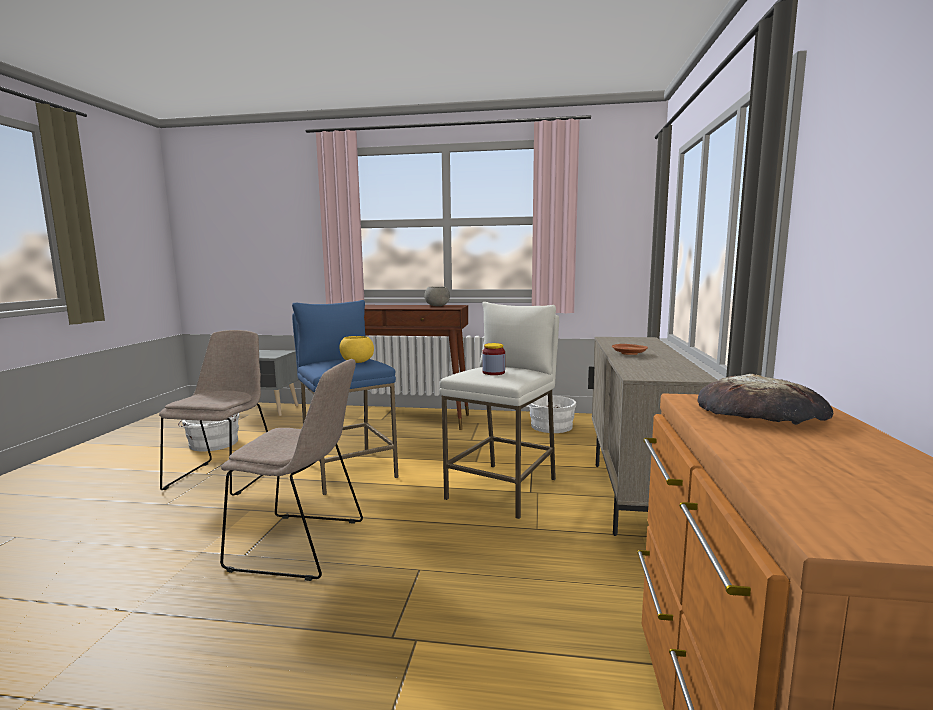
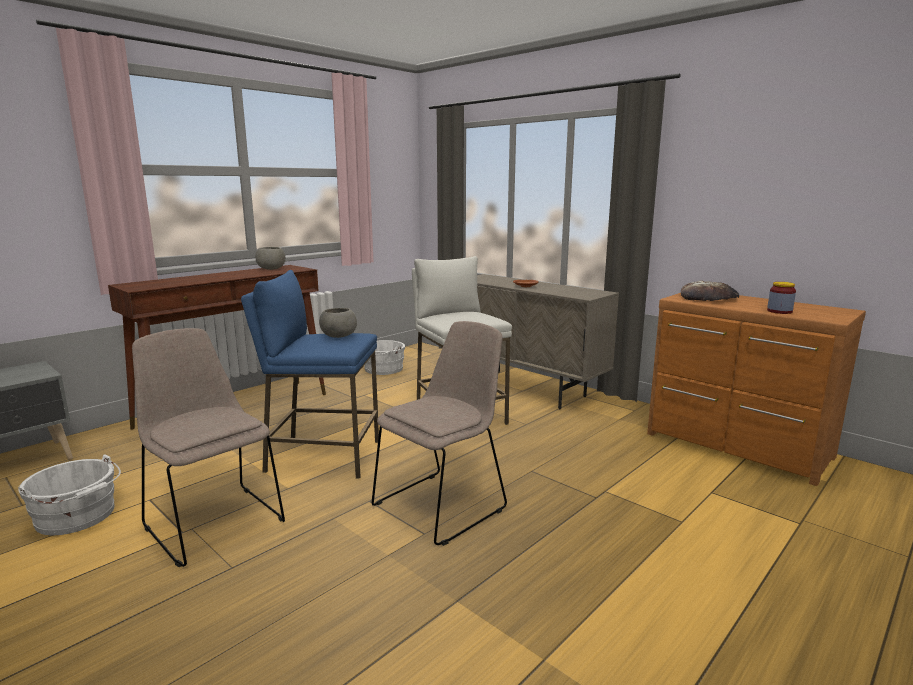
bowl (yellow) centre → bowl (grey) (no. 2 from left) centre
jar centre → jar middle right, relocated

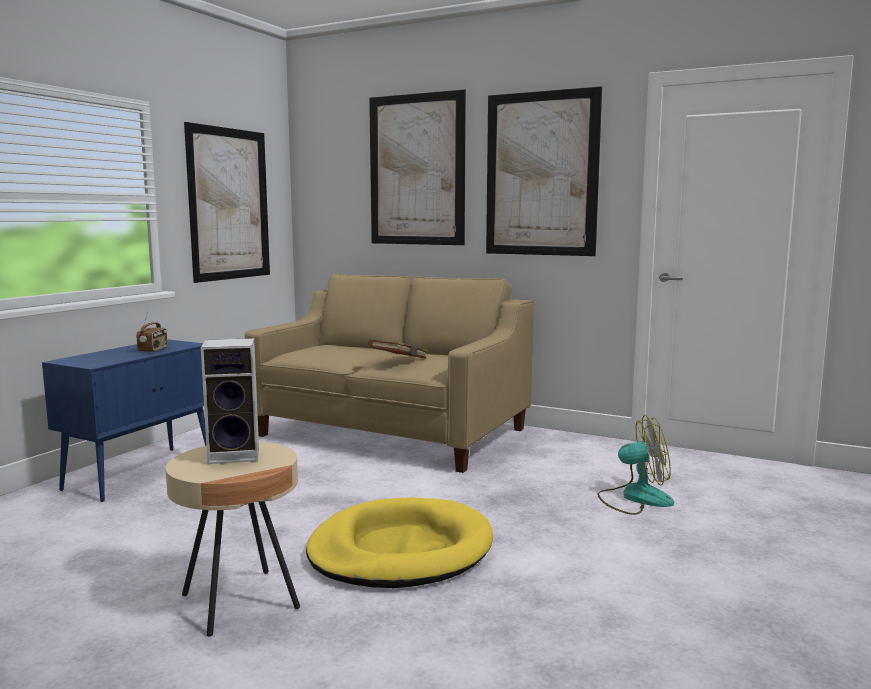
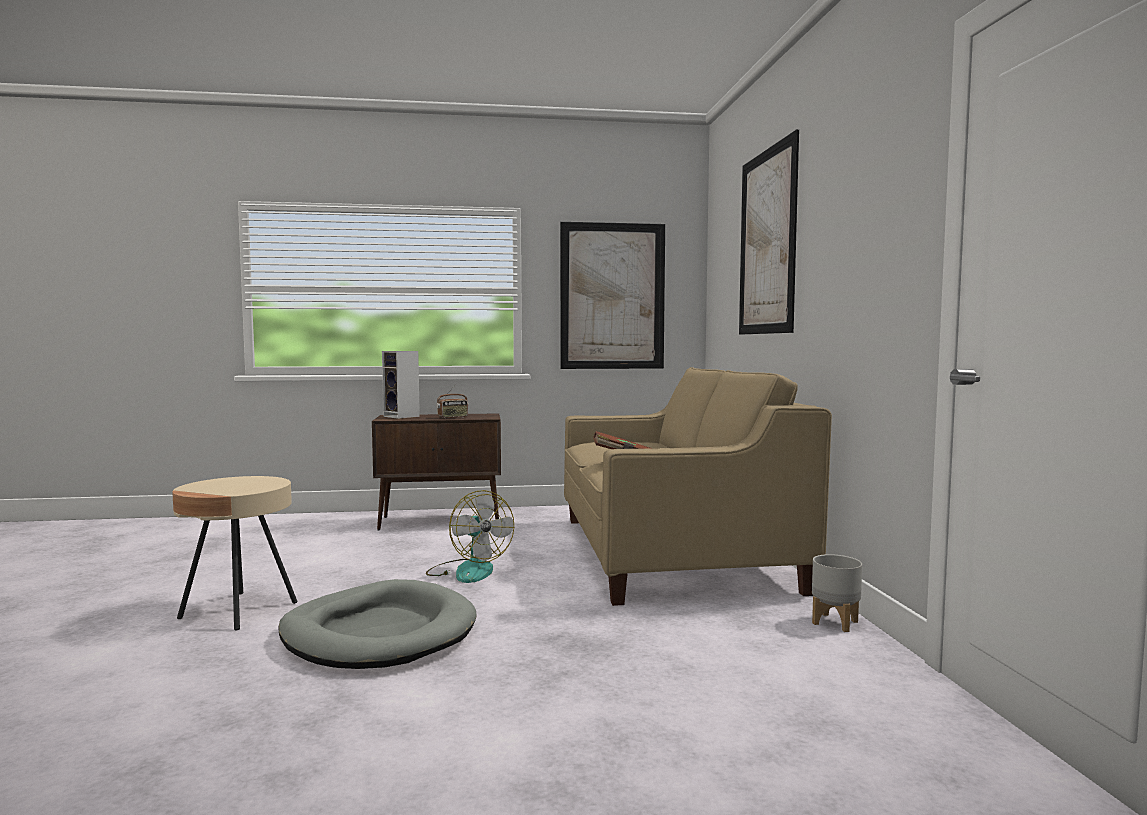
dog bed (yellow) bottom centre → dog bed (grey) bottom left
cabinet (blue) middle left → cabinet (brown) centre
speaker middle left → speaker centre, relocated
fan bottom right → fan centre, relocated
- → planter (grey) bottom right
picture (no. 3 from left) top centre → -

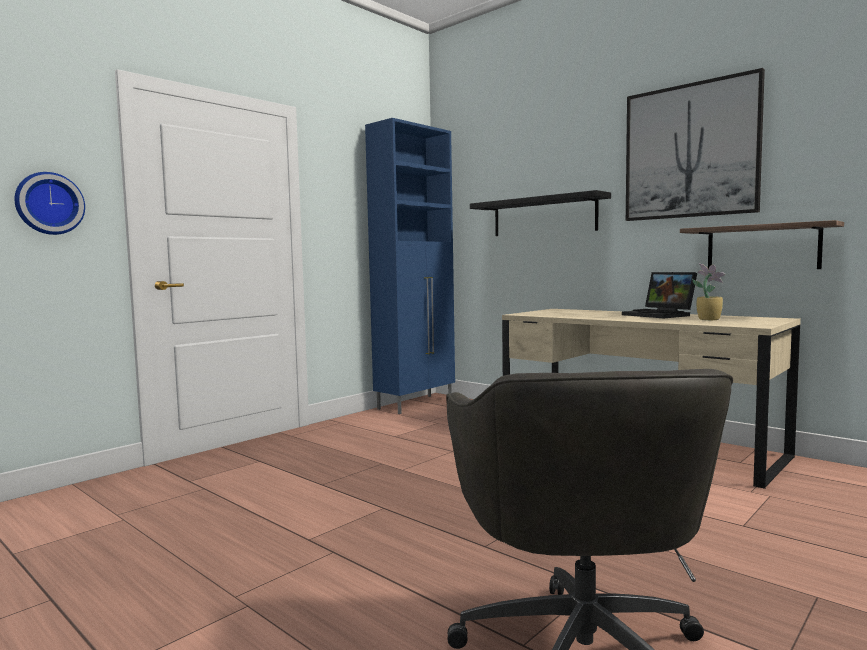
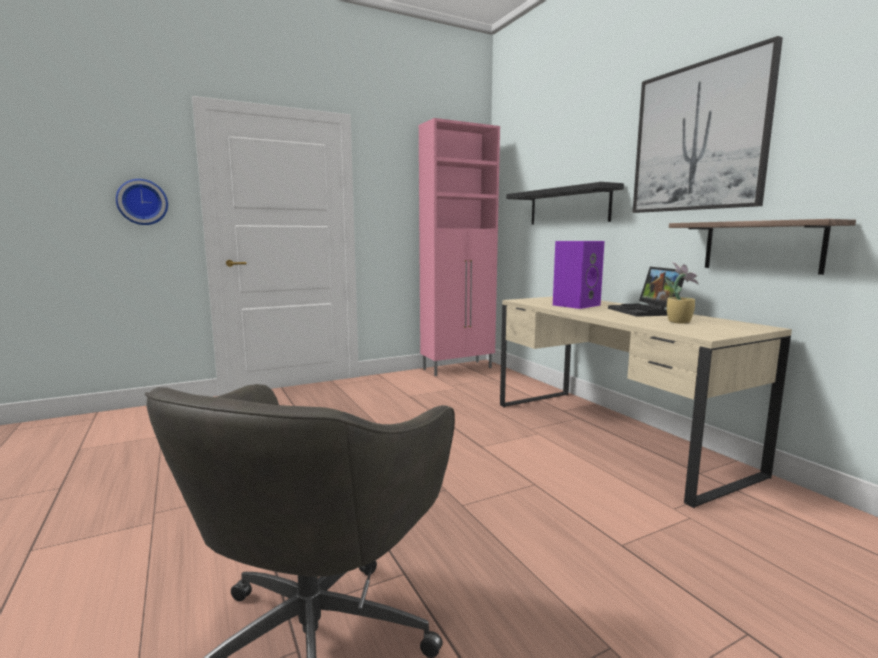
cabinet (blue) centre → cabinet (pink) centre
- → speaker (purple) centre

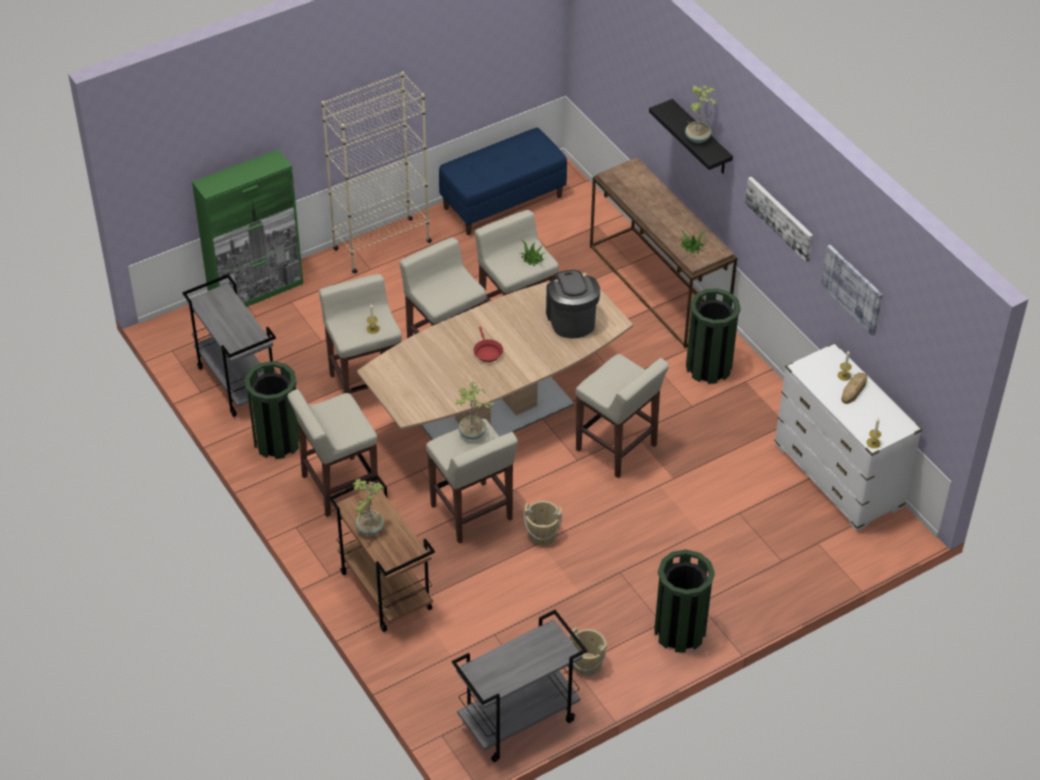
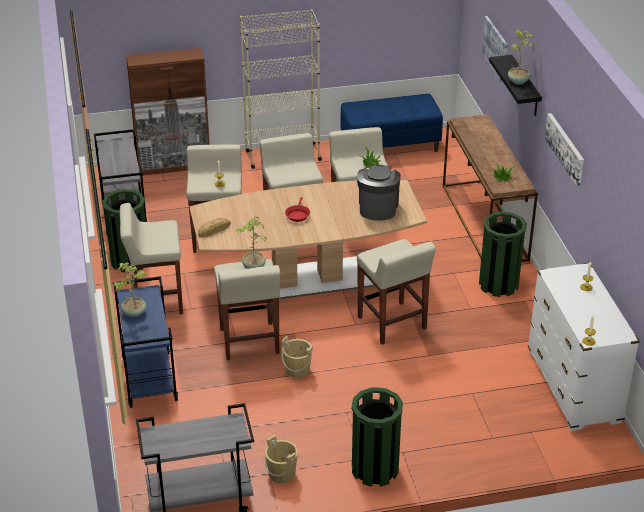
cart (brown) bottom centre → cart (blue) bottom left
cabinet (green) top left → cabinet (brown) top left
bread middle right → bread middle left, relocated
picture (no. 2 from left in the first image) middle right → picture (no. 1 from left) top right, relocated

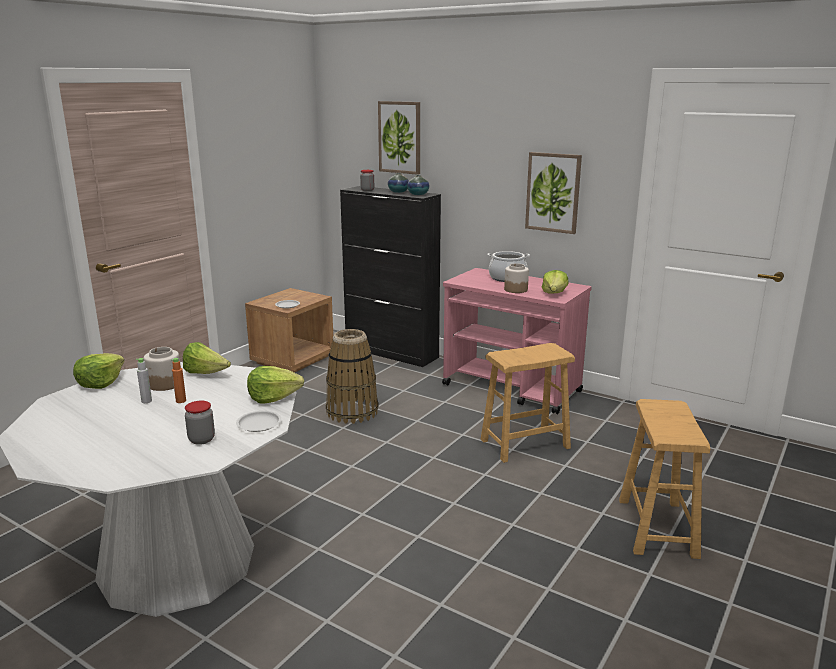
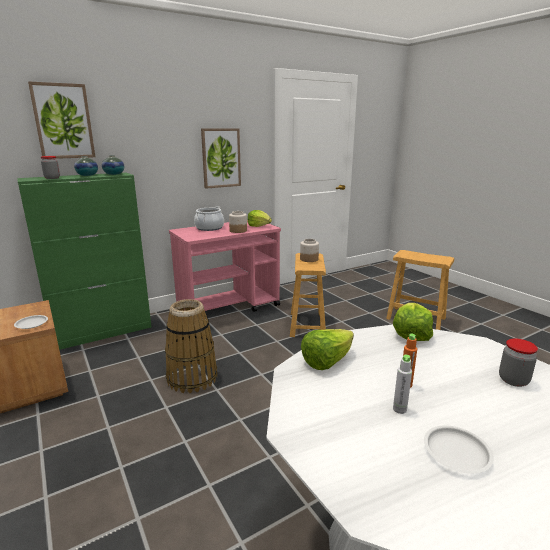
cabinet (black) centre → cabinet (green) middle left
jar (no. 1 from left in the first image) middle left → jar (no. 3 from left) centre, relocated
plate (white) (no. 1 from left in the first image) middle left → plate (white) (no. 2 from left) bottom right, relocated
lettuce (no. 1 from left) middle left → -

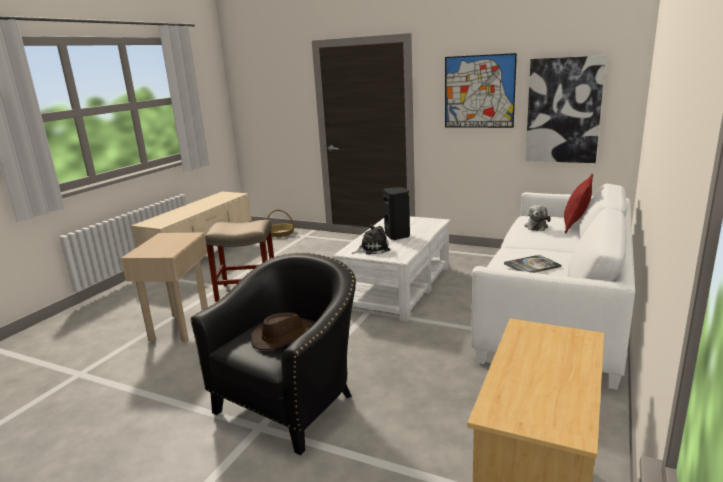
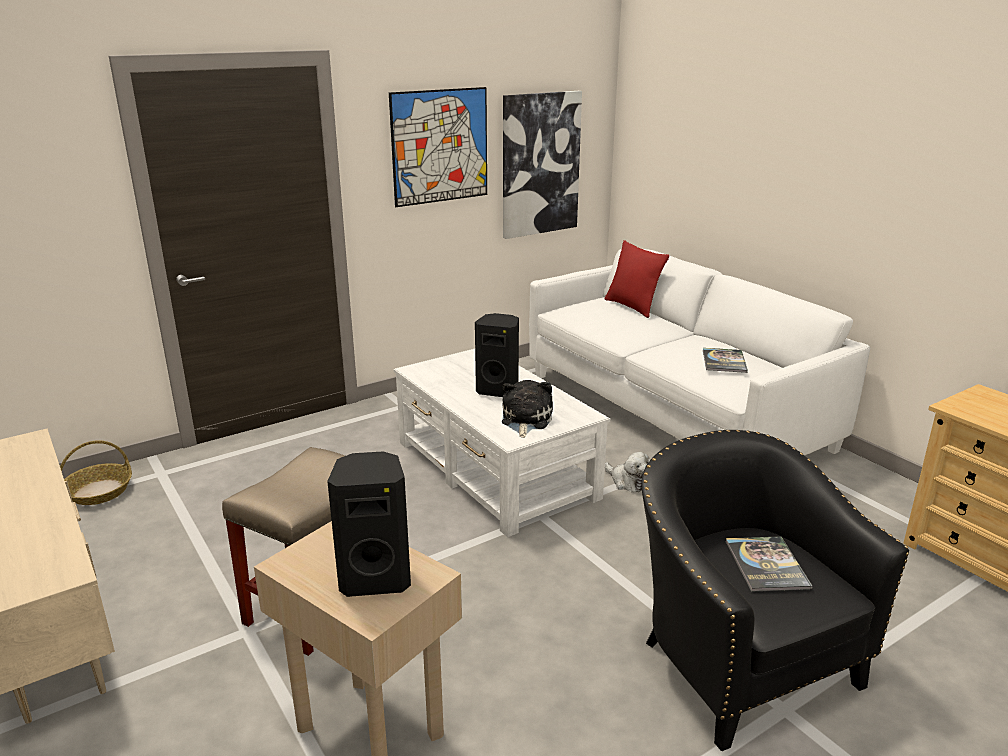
- → speaker (black) (no. 1 from left) bottom centre
plush toy (no. 2 from left) middle right → plush toy (no. 2 from left) centre, relocated
hat (brown) bottom centre → book (no. 2 from left) bottom right

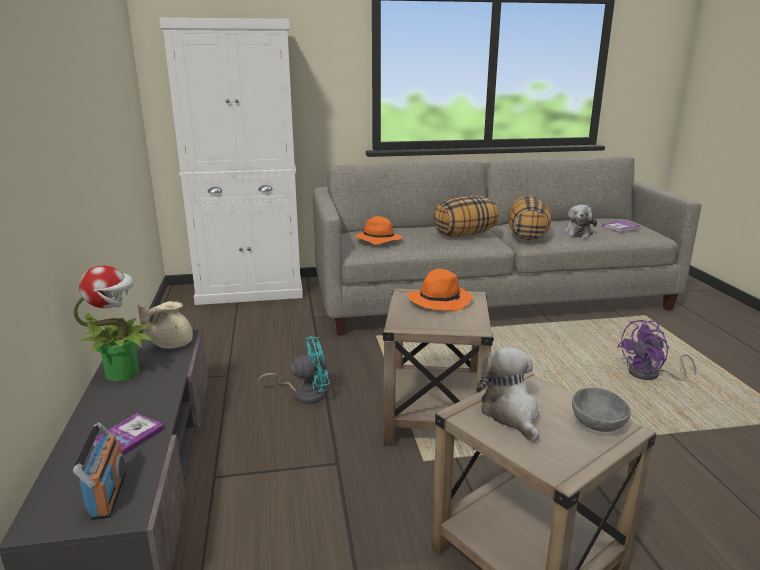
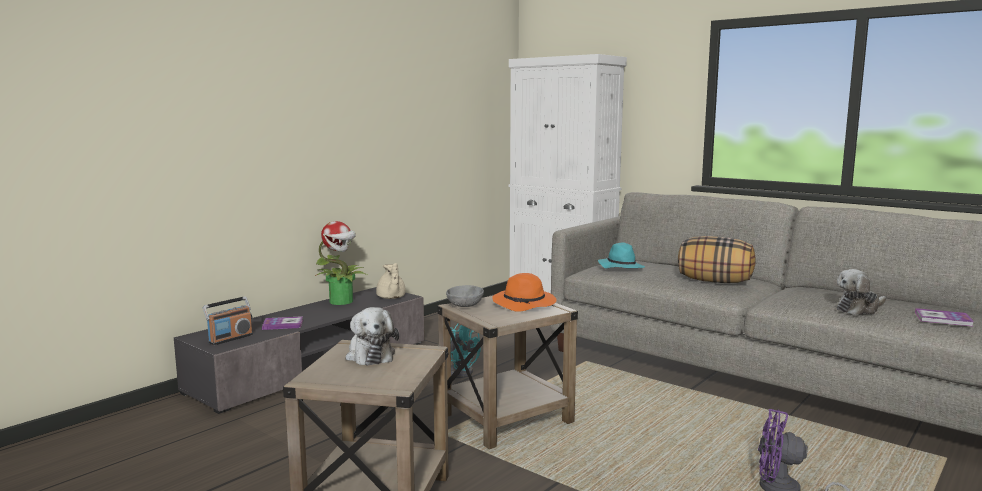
plush toy (no. 1 from left) bottom right → plush toy (no. 1 from left) bottom centre, 120 degrees clockwise
teapot (beige) middle left → teapot (beige) centre, 120 degrees counterclockwise
bowl (grey) bottom right → bowl (grey) centre, relocated
hat (orange) (no. 1 from left) centre → hat (turquoise) centre
pillow (no. 2 from left) middle right → -

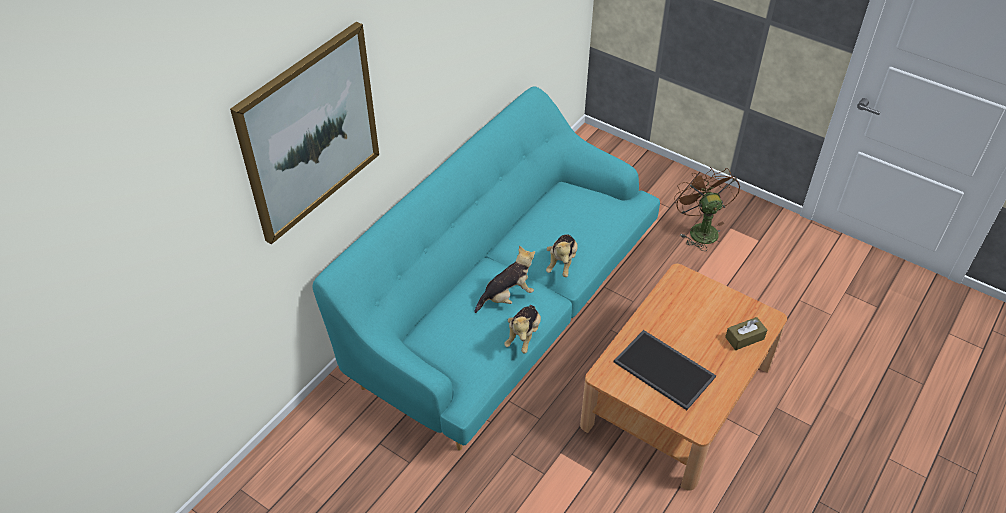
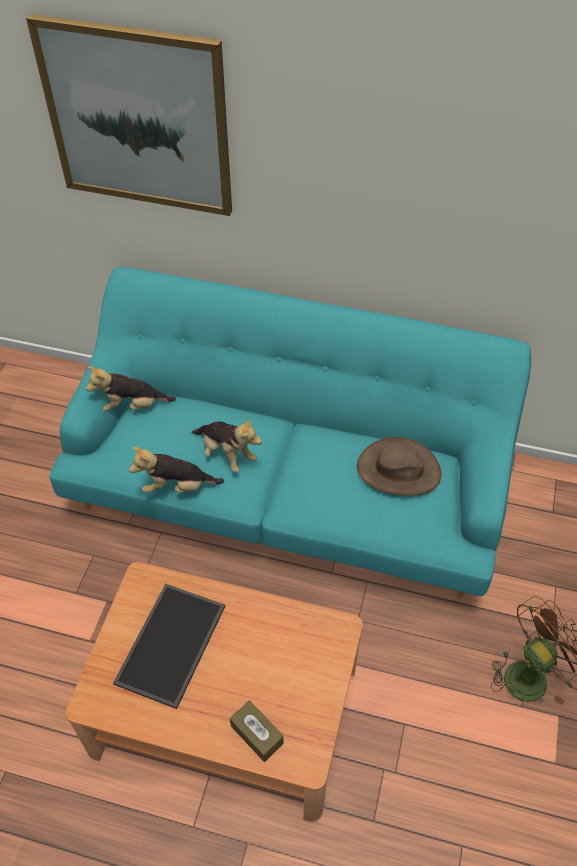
plush toy (no. 3 from left in the first image) centre → plush toy (no. 1 from left) middle left, relocated
- → hat (brown) middle right

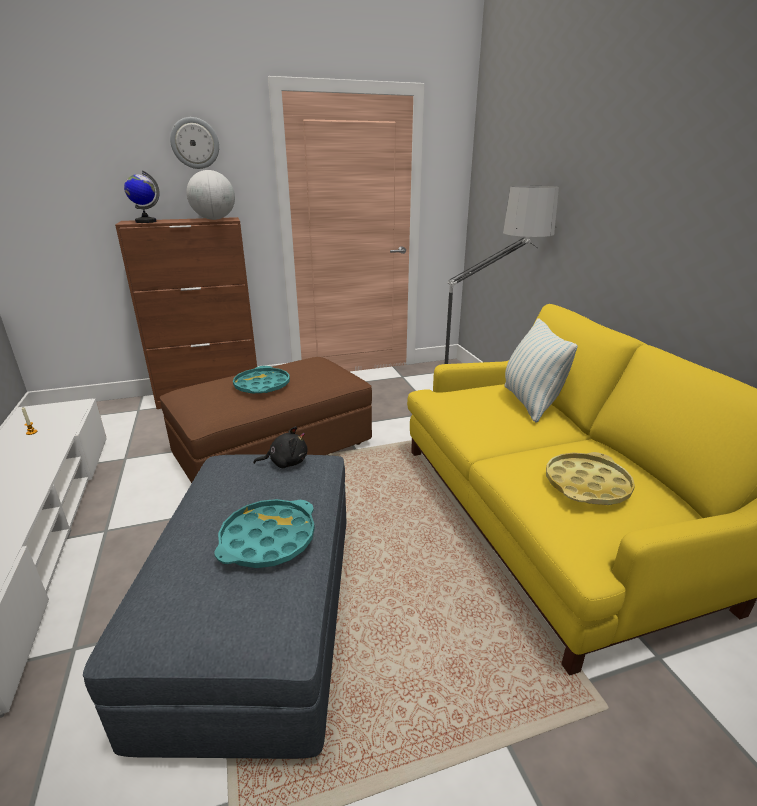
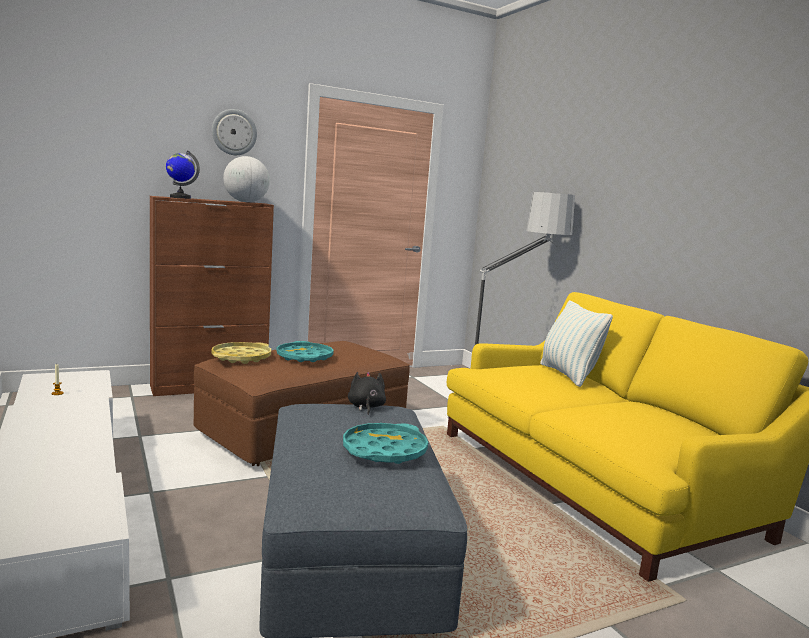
tray (yellow) middle right → tray (yellow) middle left, relocated
plush toy (black) centre, 75 degrees counterclockwise

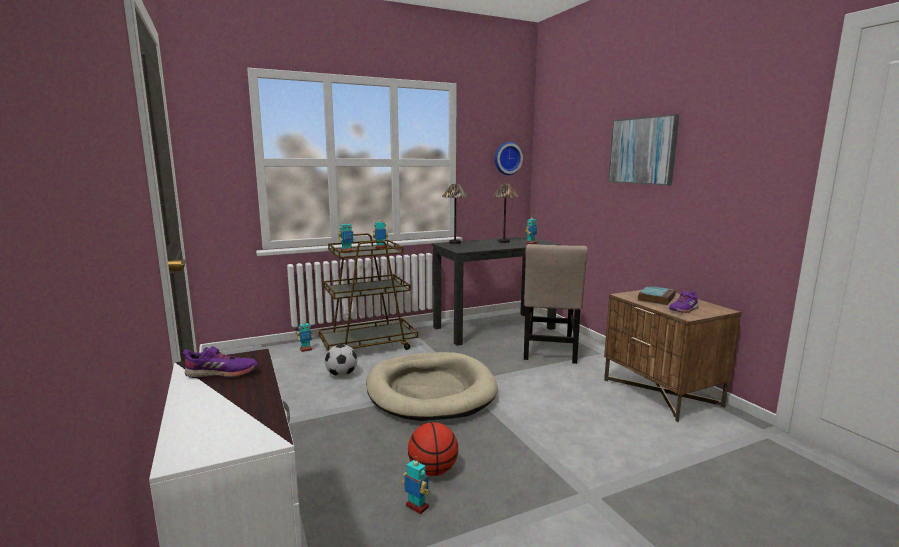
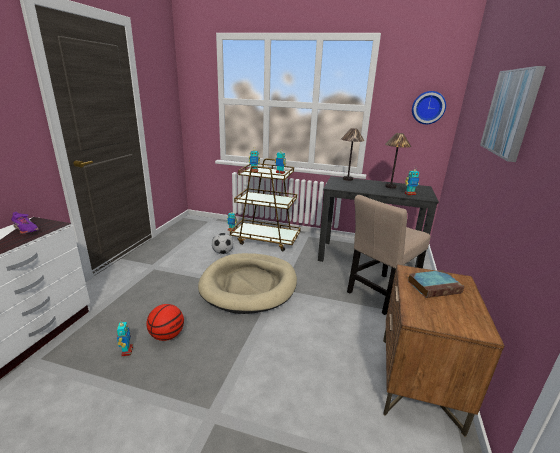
shoe (purple) (no. 2 from left) middle right → -

